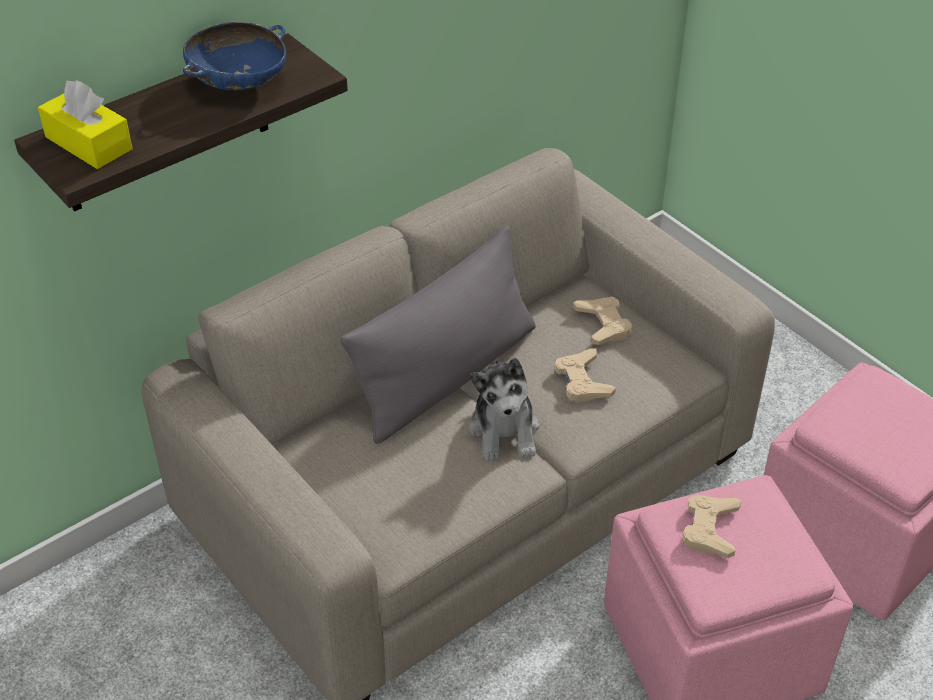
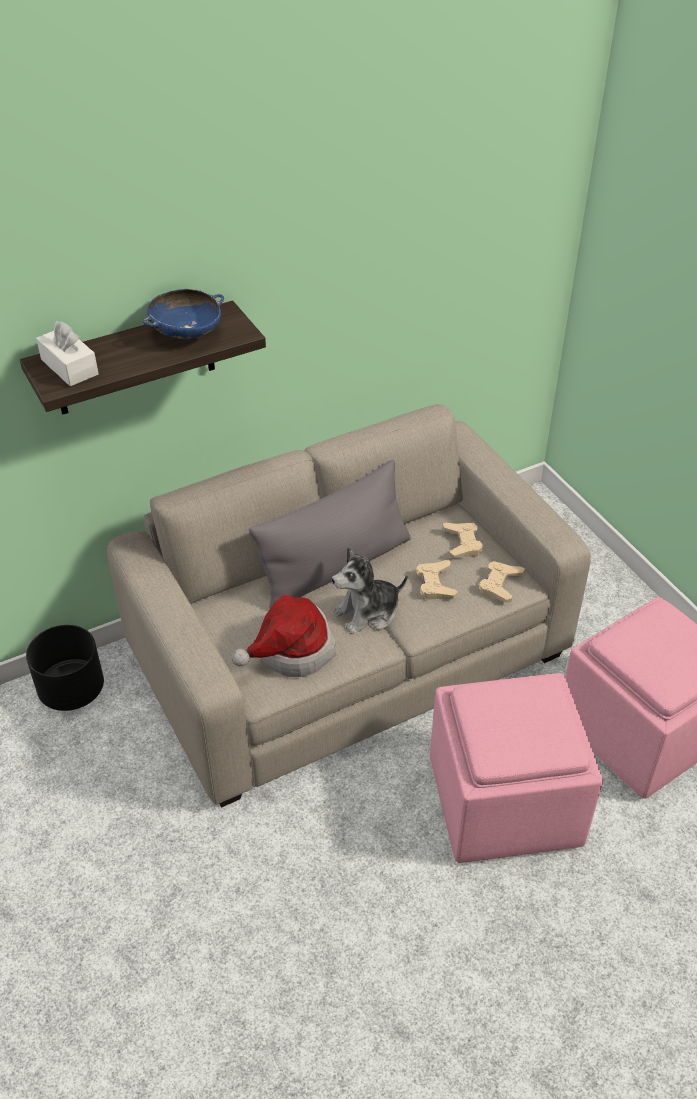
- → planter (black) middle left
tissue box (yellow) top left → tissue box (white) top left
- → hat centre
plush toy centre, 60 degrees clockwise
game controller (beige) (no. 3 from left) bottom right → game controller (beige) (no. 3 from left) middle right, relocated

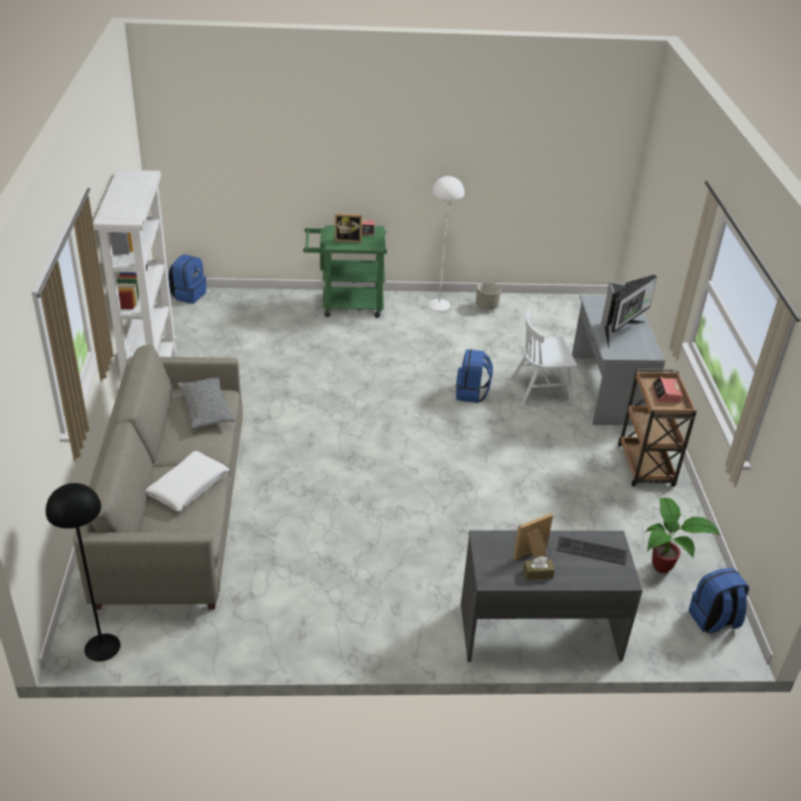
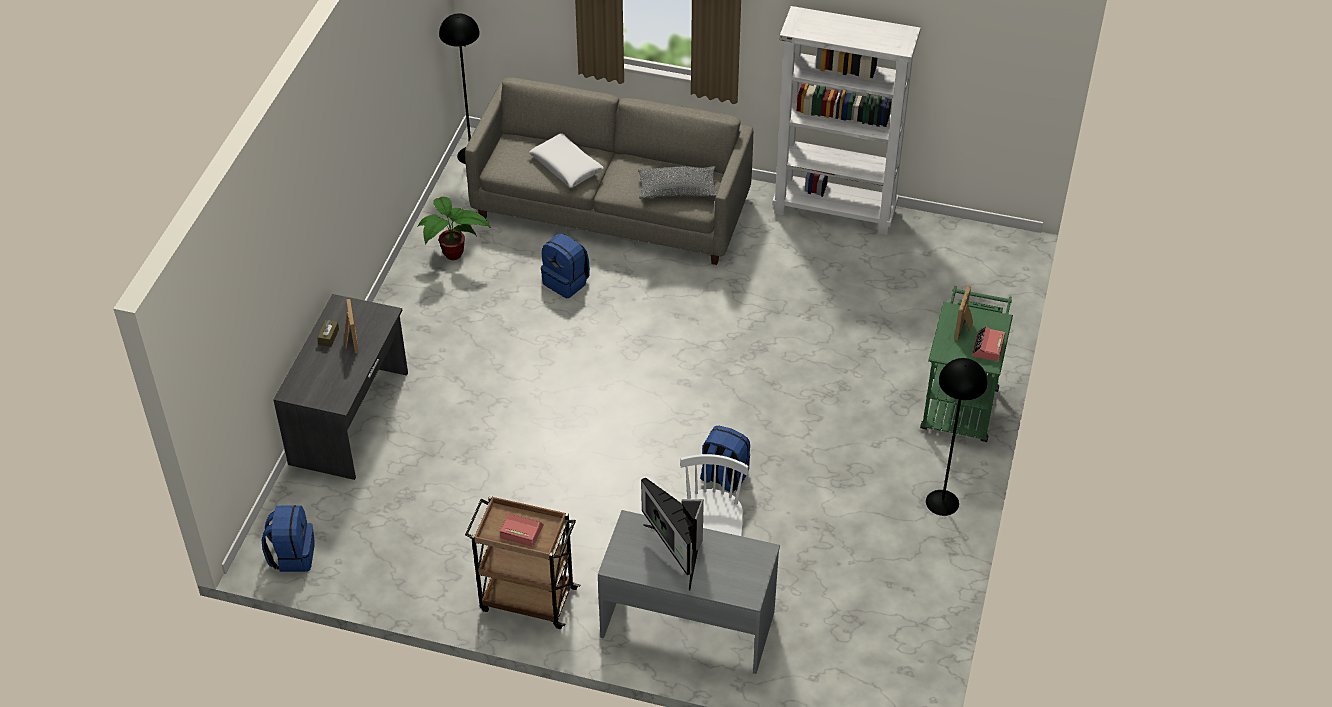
potted plant bottom right → potted plant top centre, relocated
backpack (blue) (no. 1 from left in the first image) middle left → backpack (blue) (no. 2 from left) centre, relocated
floor lamp (white) top centre → floor lamp (black) (no. 2 from left) middle right
planter (grey) centre → -
keyboard bottom right → -

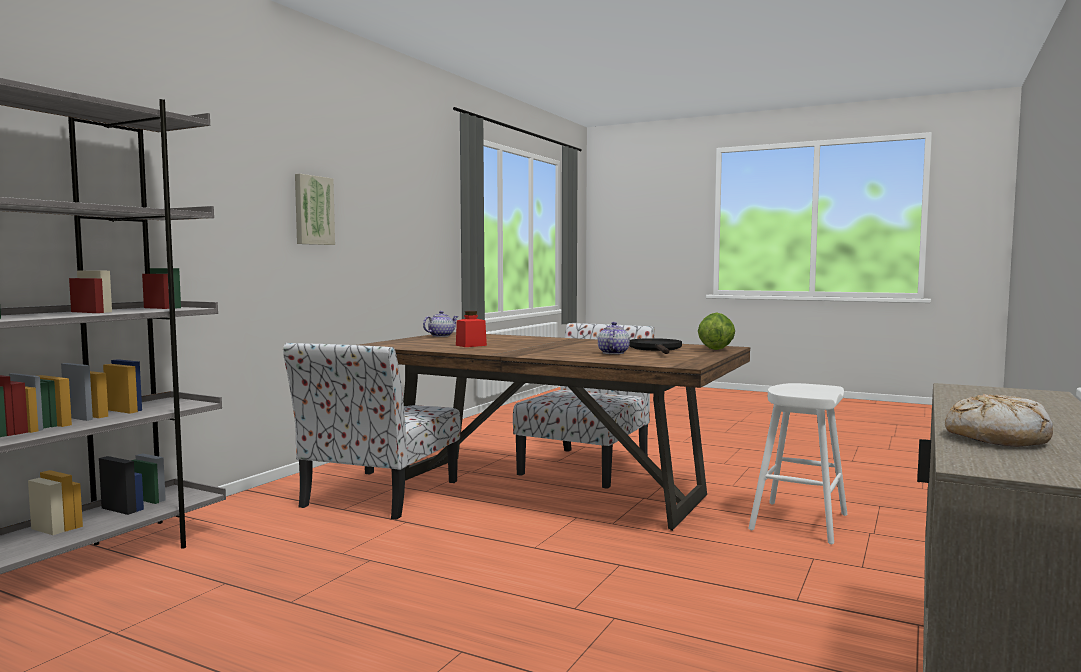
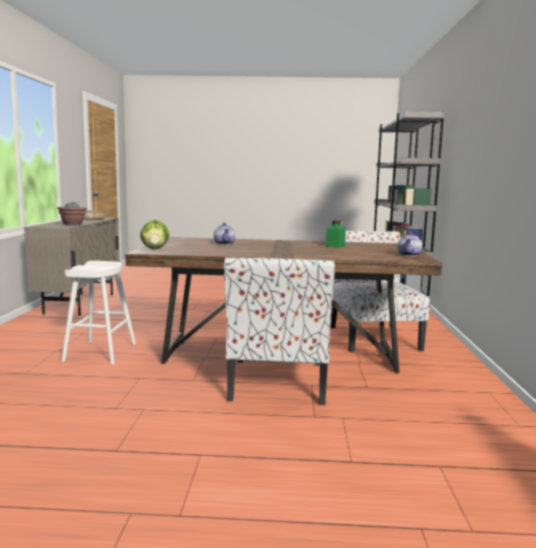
- → potted plant middle left
jar (red) centre → jar (green) centre
picture top left → -
frying pan (black) centre → -

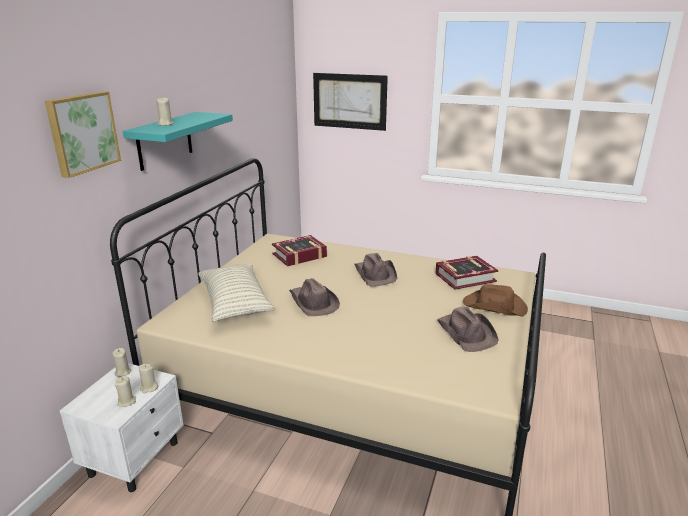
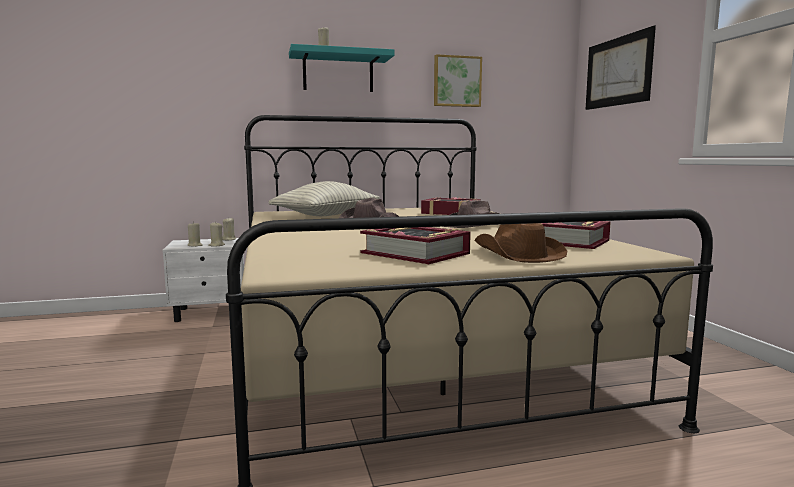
hat (brown) (no. 3 from left) middle right → book (no. 1 from left) centre
picture (no. 1 from left) top left → picture (no. 1 from left) top centre, relocated

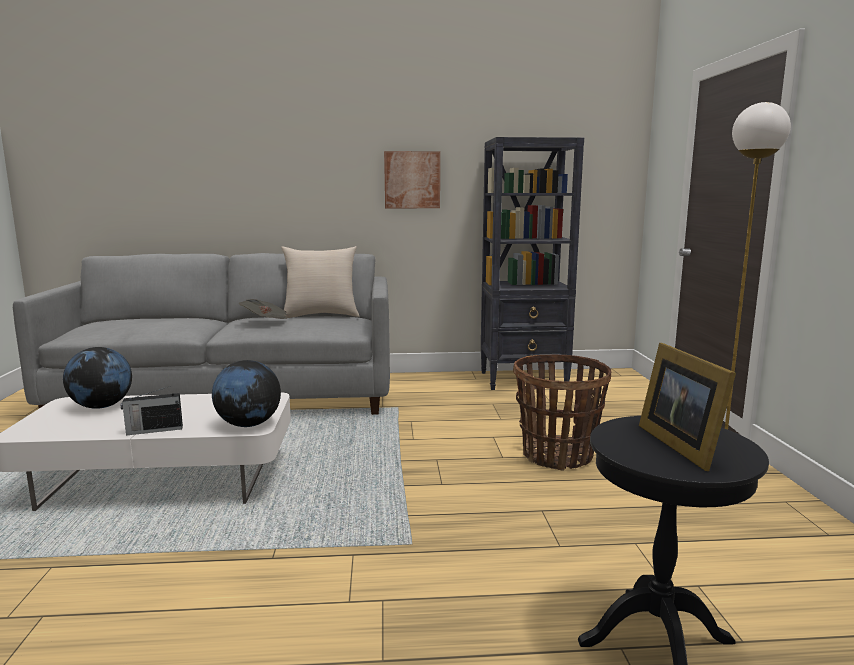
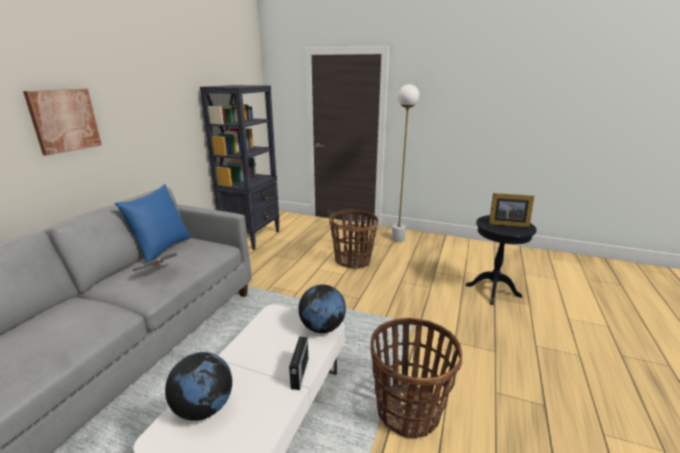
picture top centre → picture top left, relocated
pillow (beige) centre → pillow (blue) middle left
- → basket (no. 2 from left) bottom centre

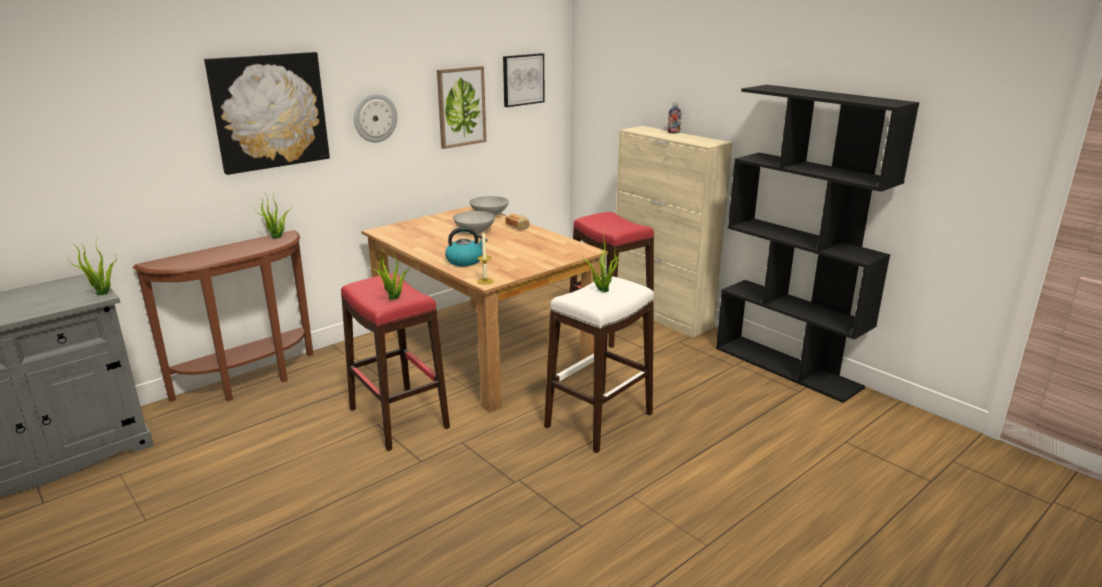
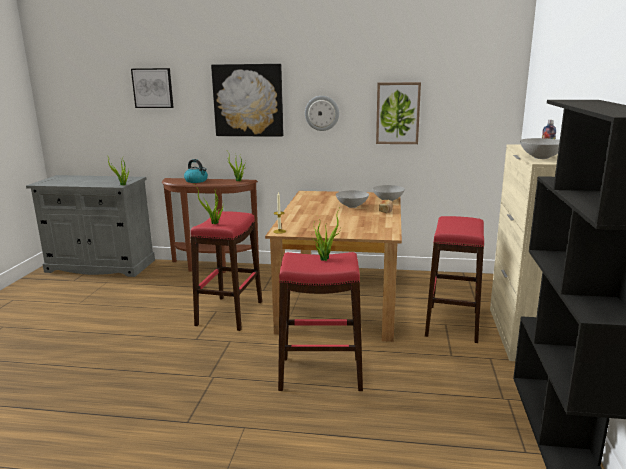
picture (no. 3 from left in the first image) top centre → picture (no. 1 from left) top left, relocated
kettle centre → kettle middle left, relocated
stool (white) centre → stool (red) (no. 2 from left) bottom centre
- → bowl (grey) (no. 3 from left) top right

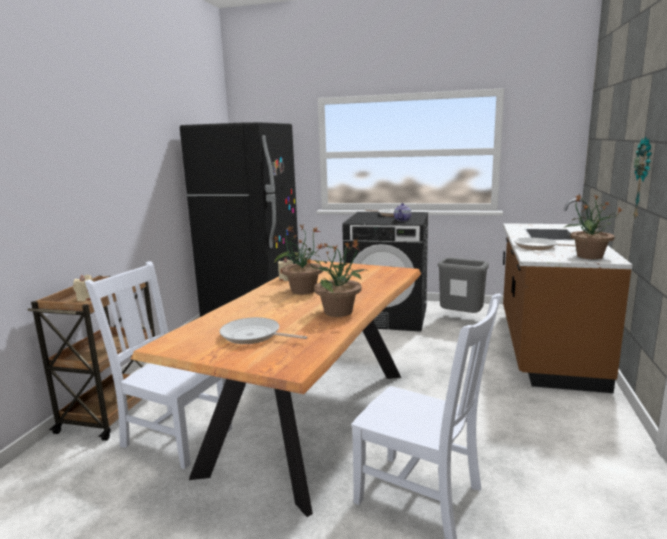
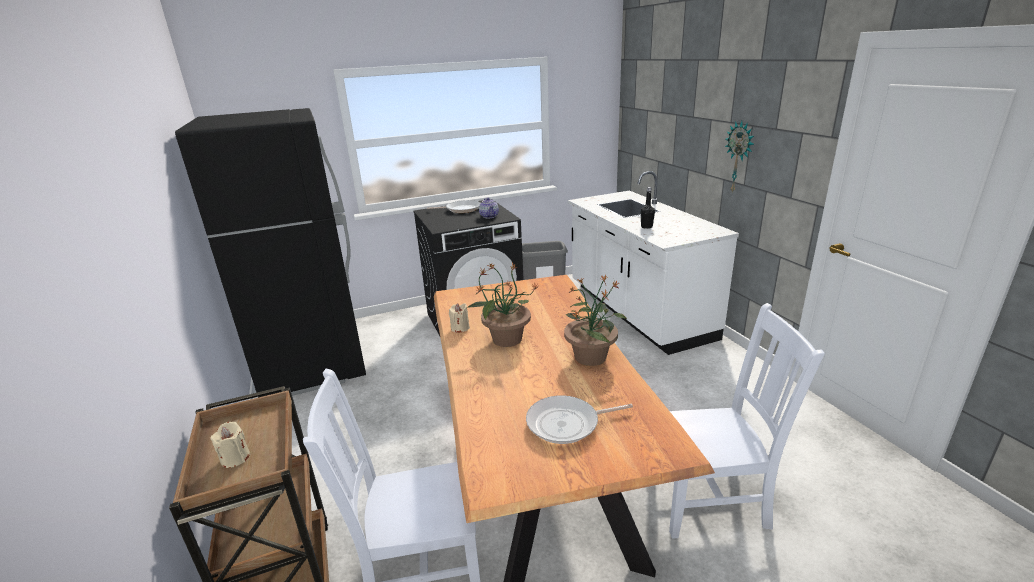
counter (brown) middle right → counter (white) centre
frying pan (no. 3 from left) middle right → bottle (black) centre
potted plant (no. 3 from left) middle right → -

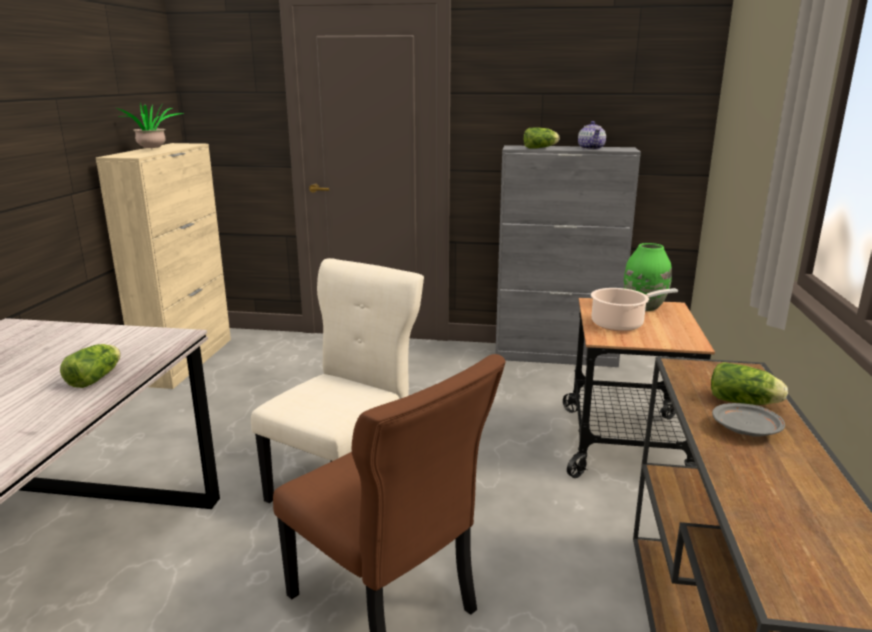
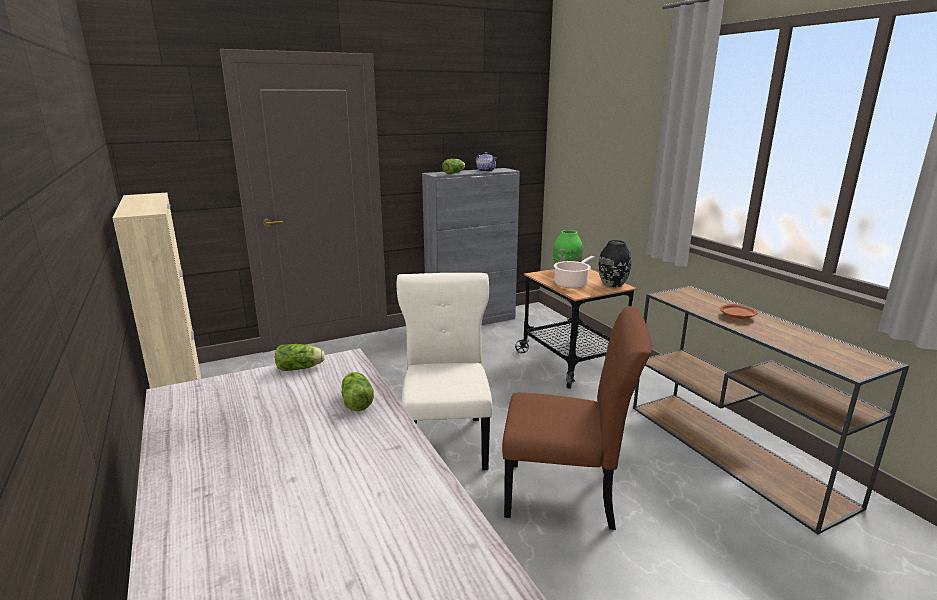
lettuce (no. 3 from left in the first image) middle right → lettuce (no. 1 from left) middle left, relocated
- → vase (black) centre
plate (grey) middle right → plate (brown) middle right
potted plant top left → -

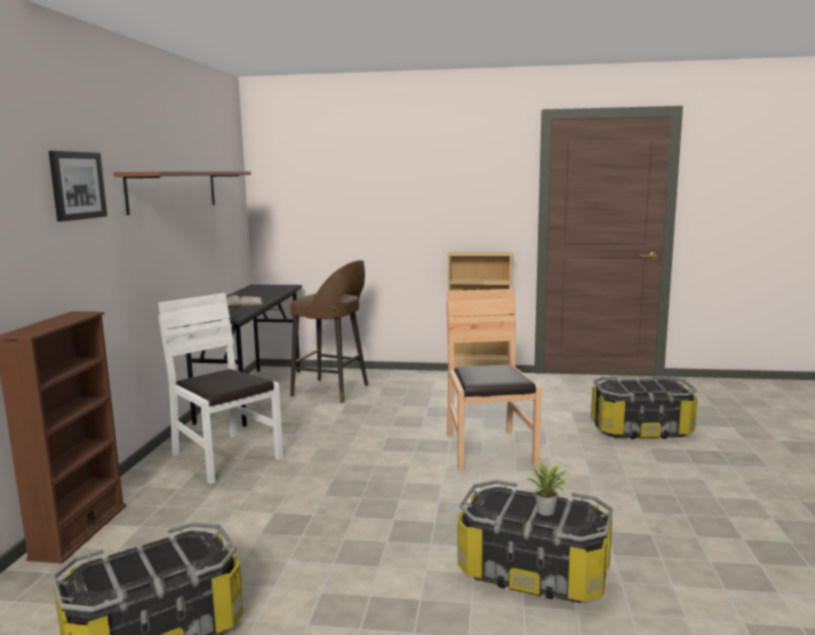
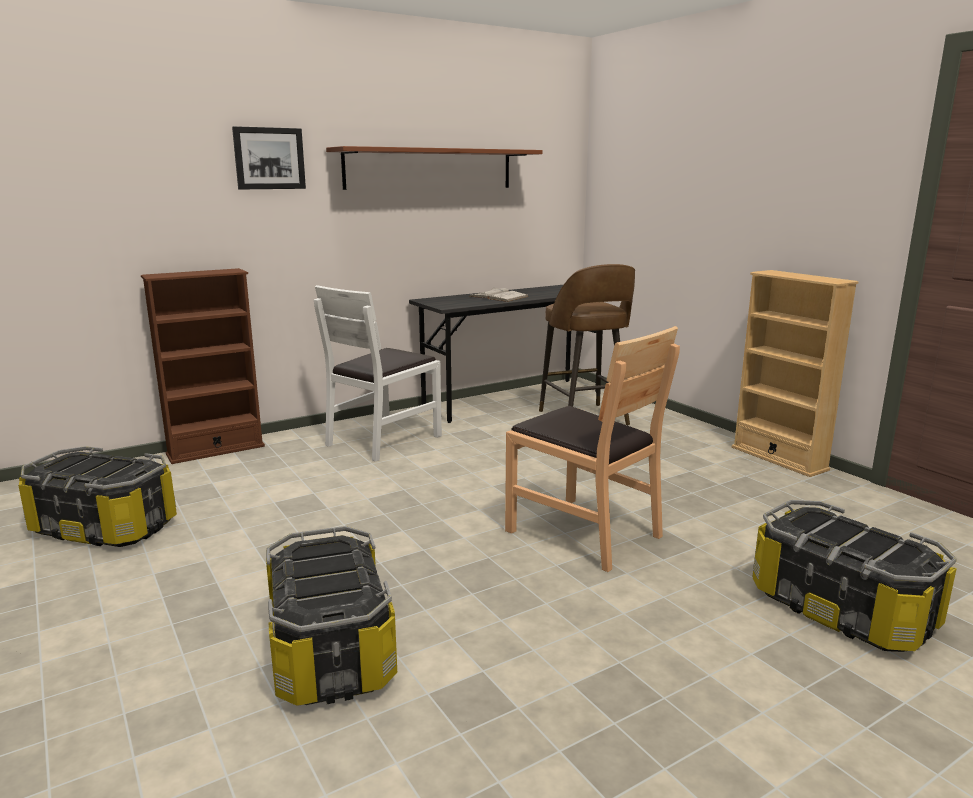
chair (white) middle left → chair (white) centre, 150 degrees counterclockwise
chair (brown) centre, 90 degrees clockwise
potted plant bottom right → -

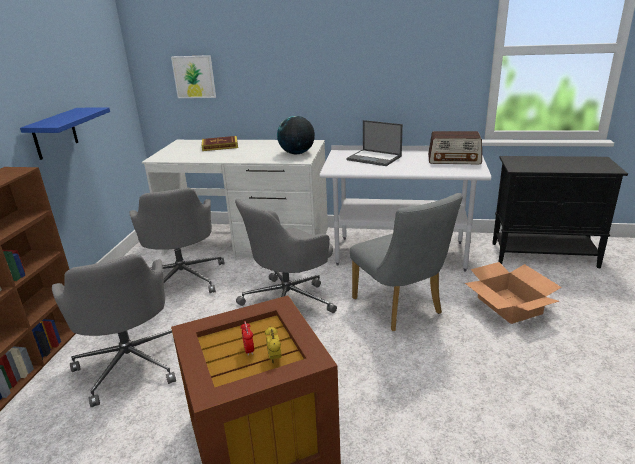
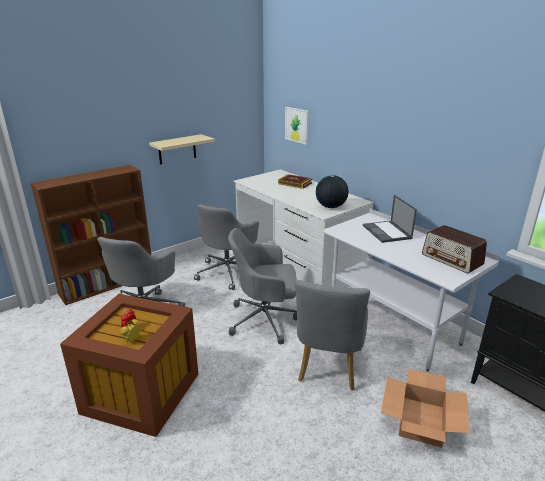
shelf (blue) top left → shelf (beige) top centre

